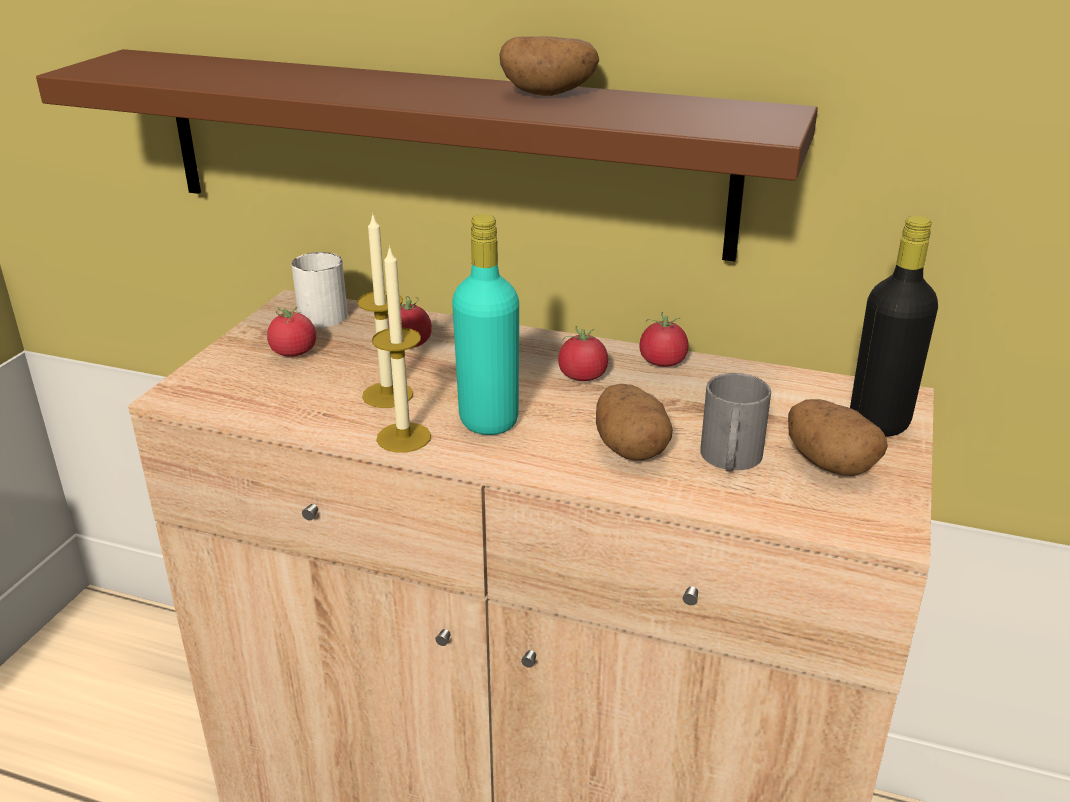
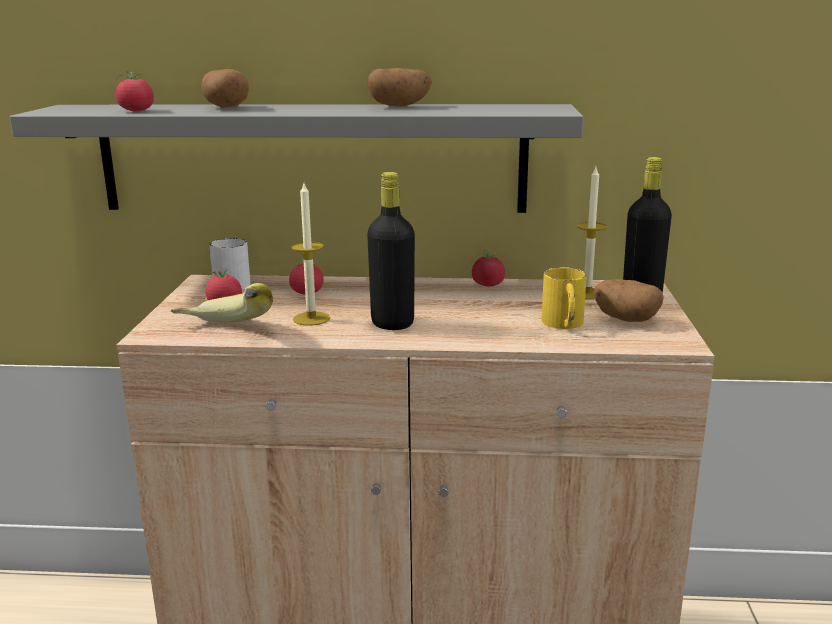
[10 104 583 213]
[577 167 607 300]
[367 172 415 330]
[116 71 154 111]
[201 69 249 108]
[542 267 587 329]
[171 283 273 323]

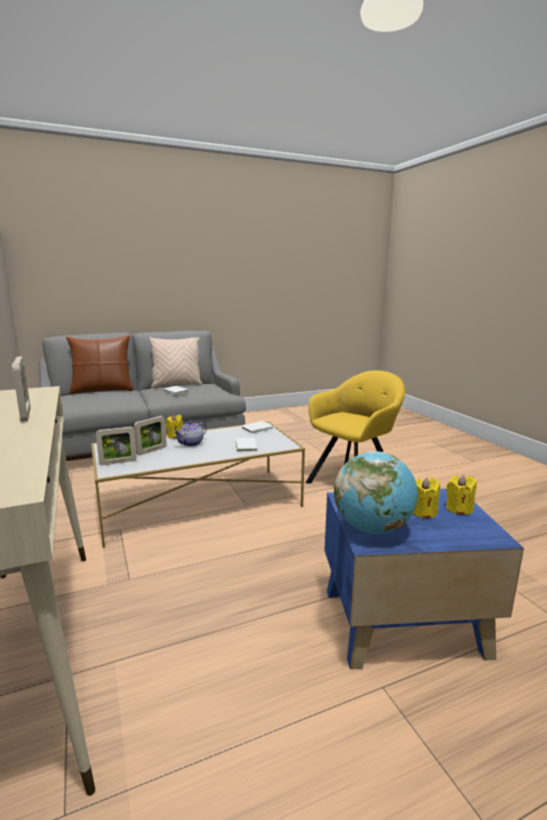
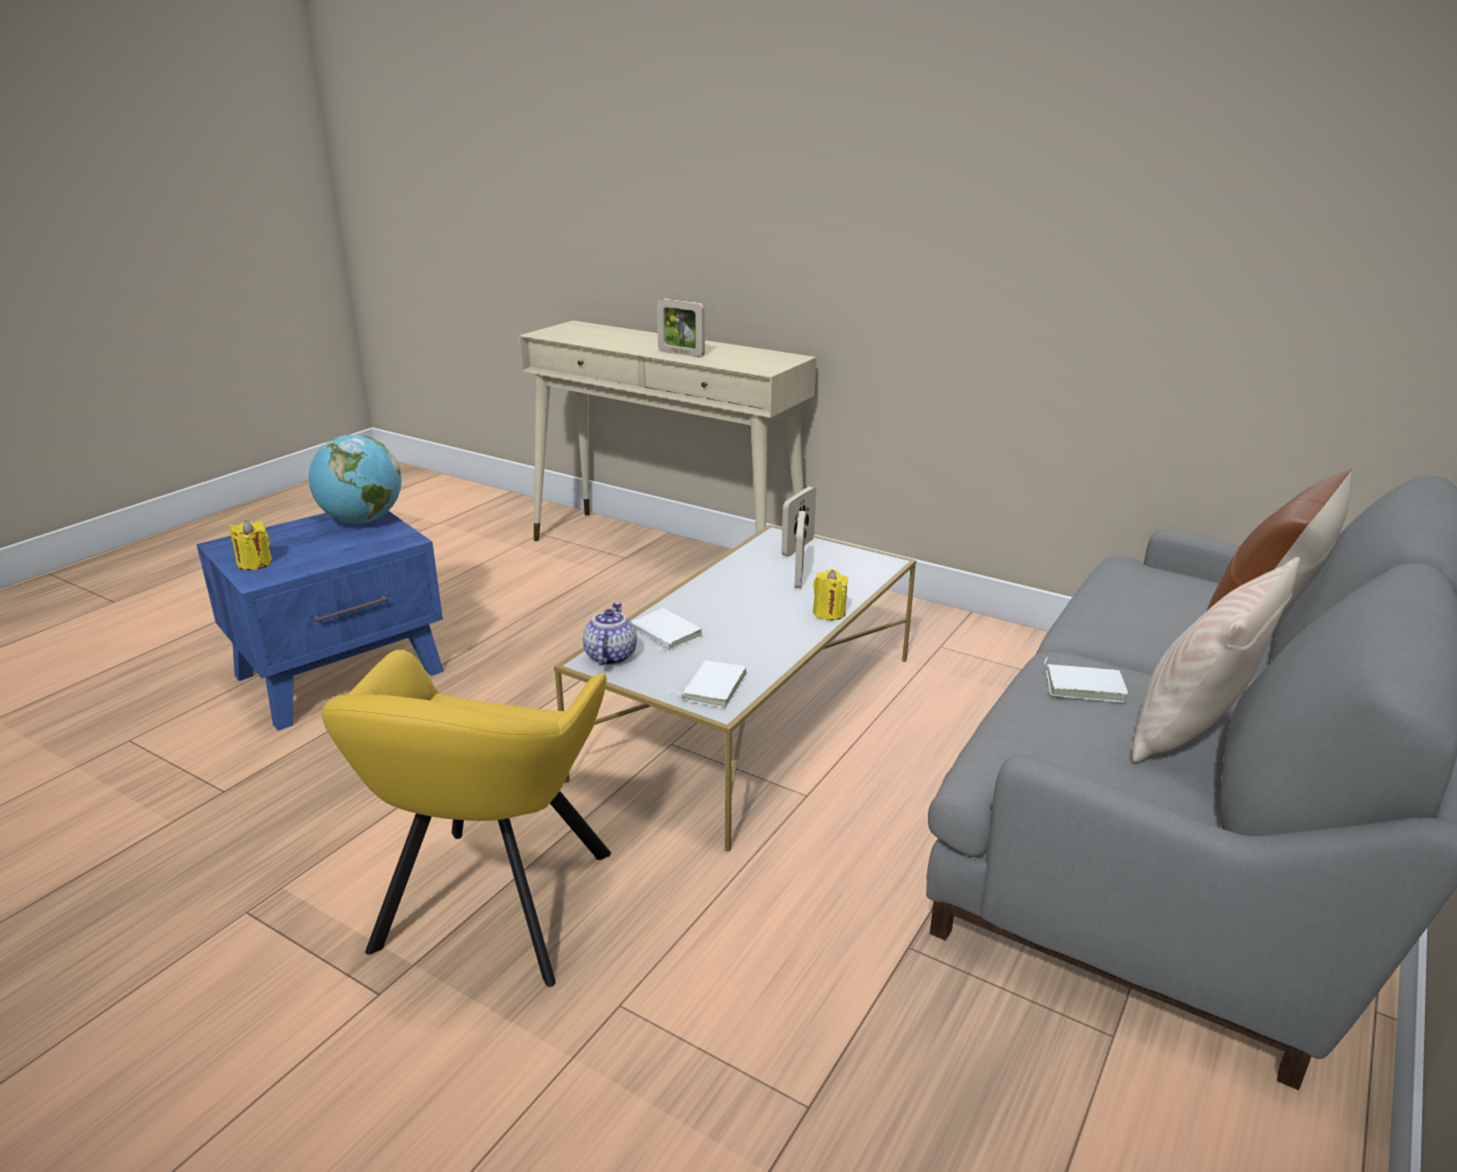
[583 602 637 665]
[413 478 440 518] (first image)

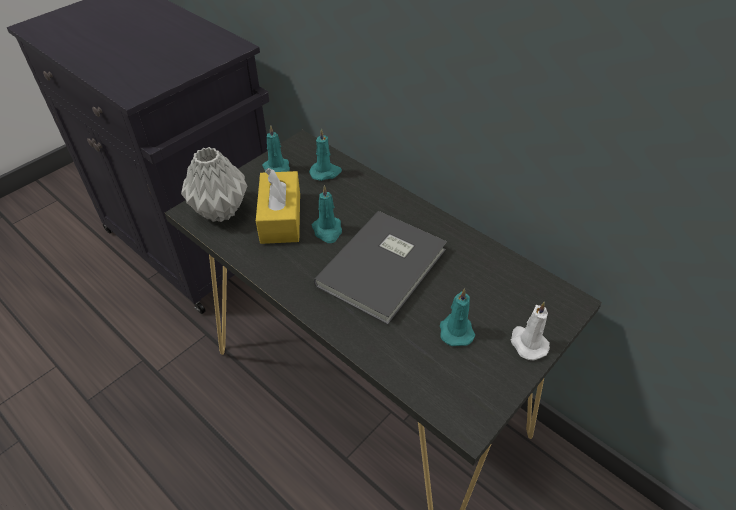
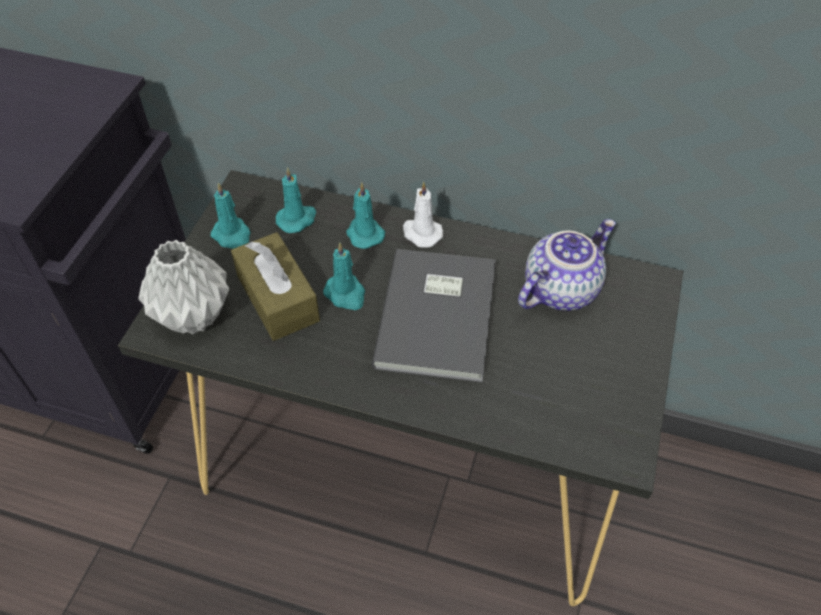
[231 232 320 341]
[346 183 385 249]
[403 182 443 248]
[518 219 616 311]

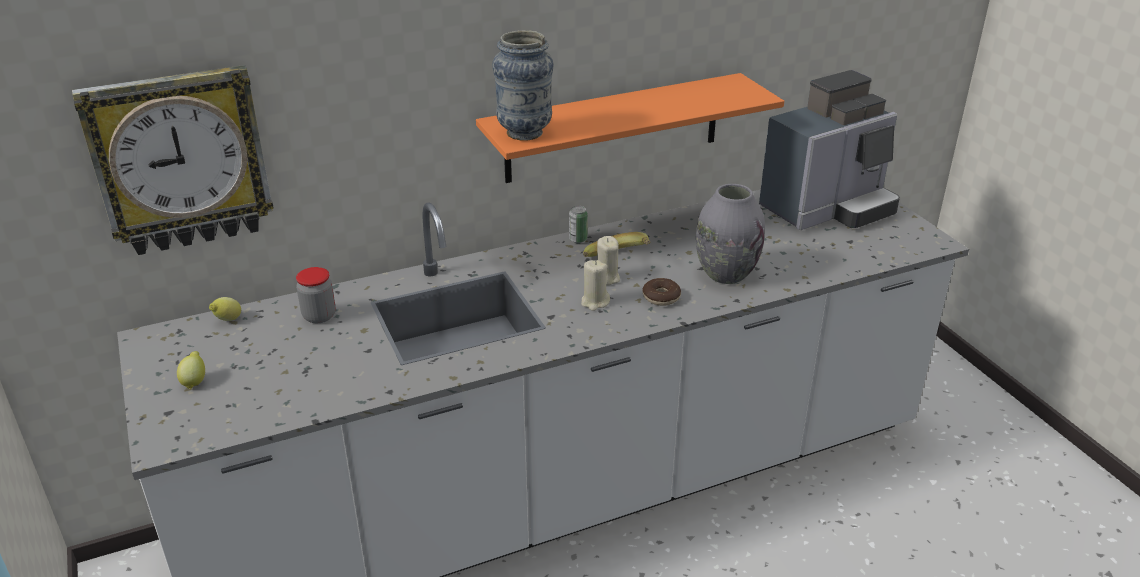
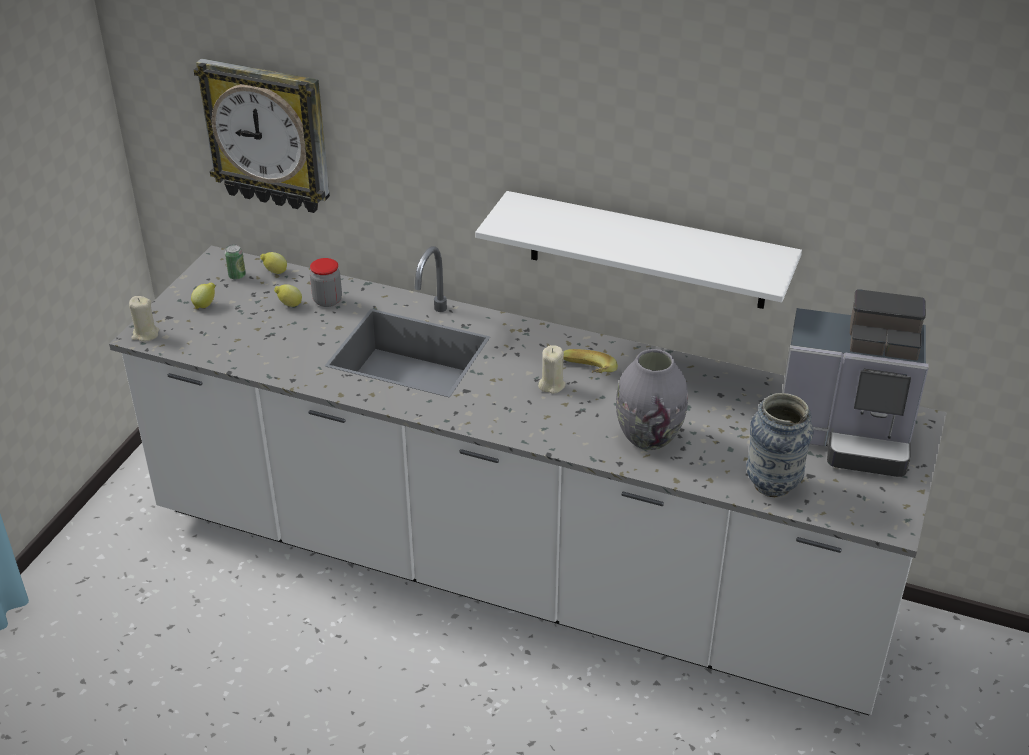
[475 191 802 309]
[746 393 813 497]
[225 244 246 280]
[129 296 159 342]
[642 278 681 306] (first image)
[274 284 302 307]

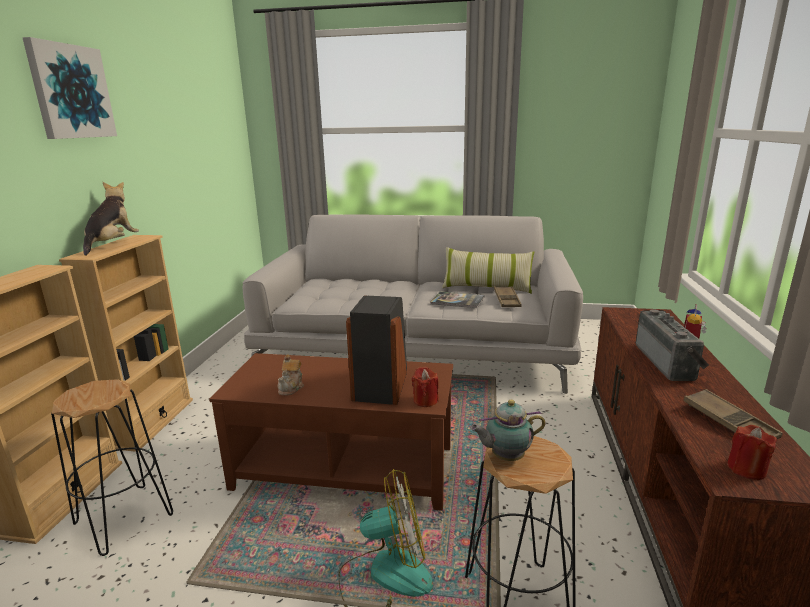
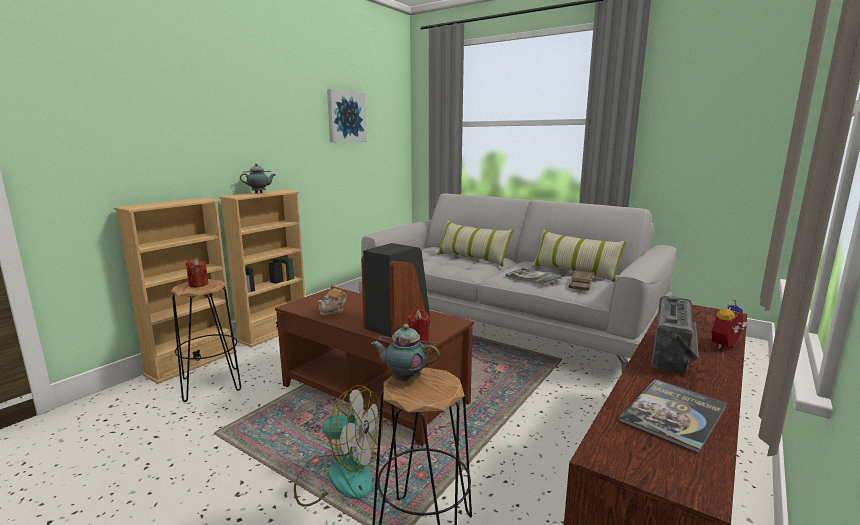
[327 89 367 142]
[240 164 275 193]
[619 379 727 454]
[186 259 209 287]
[436 221 514 266]

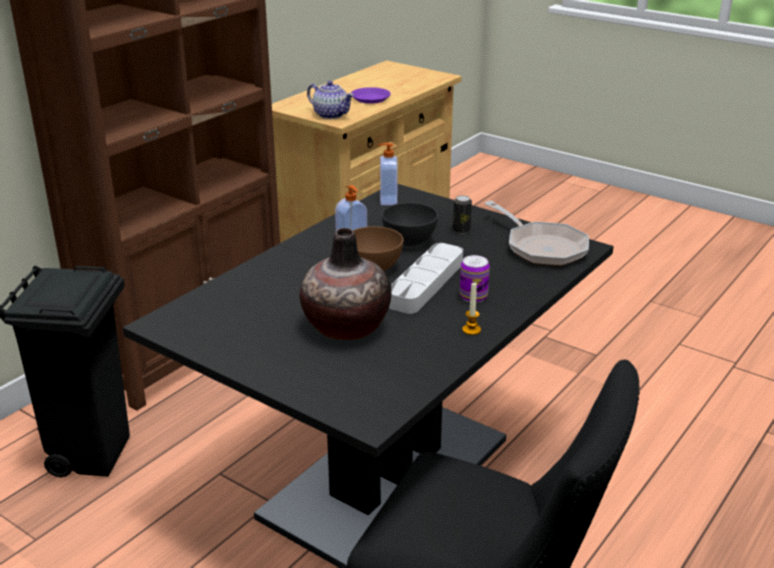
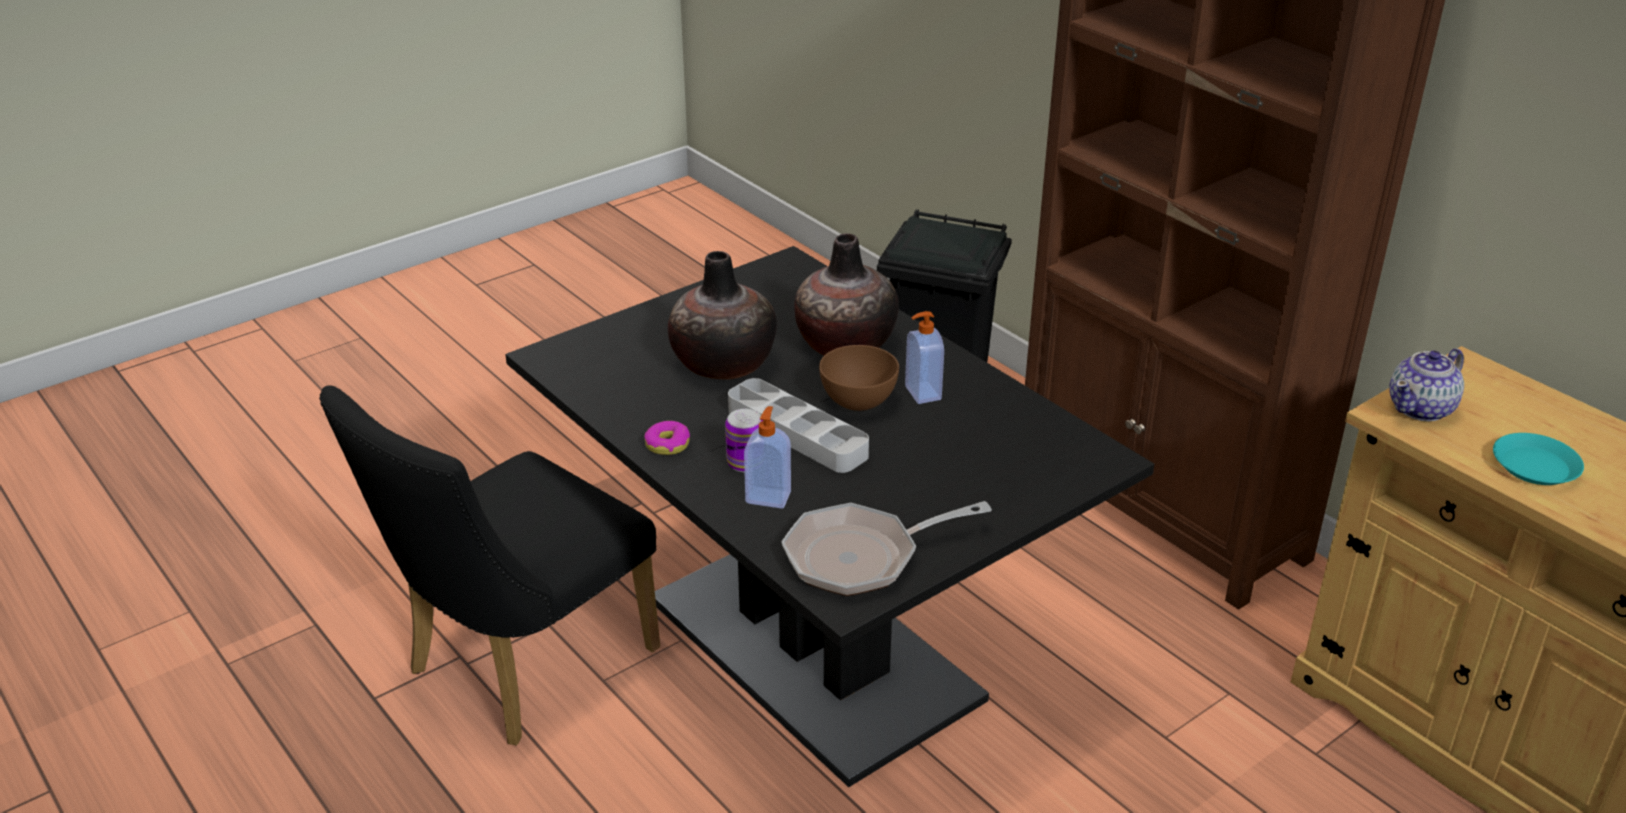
[1493 433 1584 485]
[744 406 791 509]
[382 203 438 246] (first image)
[453 195 472 234] (first image)
[644 421 690 455]
[795 233 899 356]

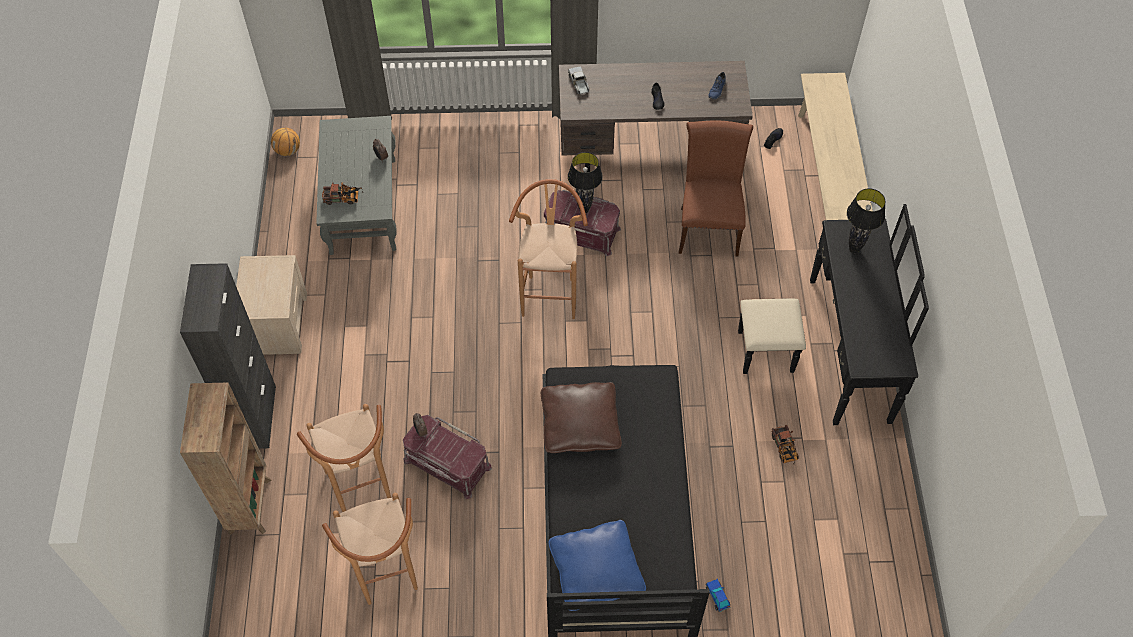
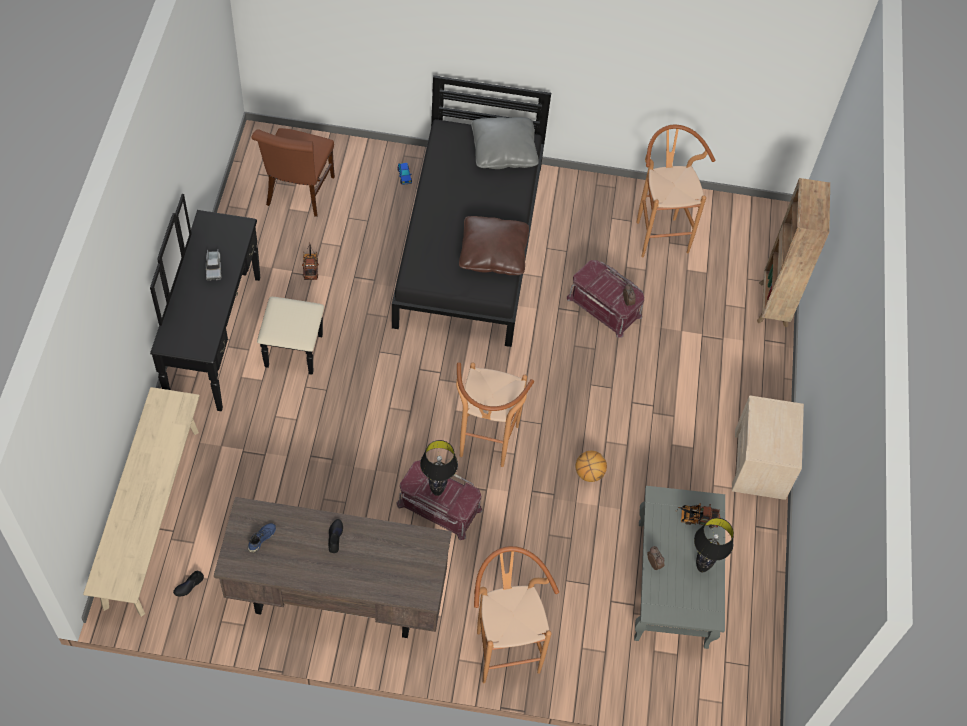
[180 263 276 449] (first image)
[575 451 607 482]
[474 546 559 683]
[471 117 539 169]
[206 249 222 281]
[251 128 335 217]
[694 518 734 572]

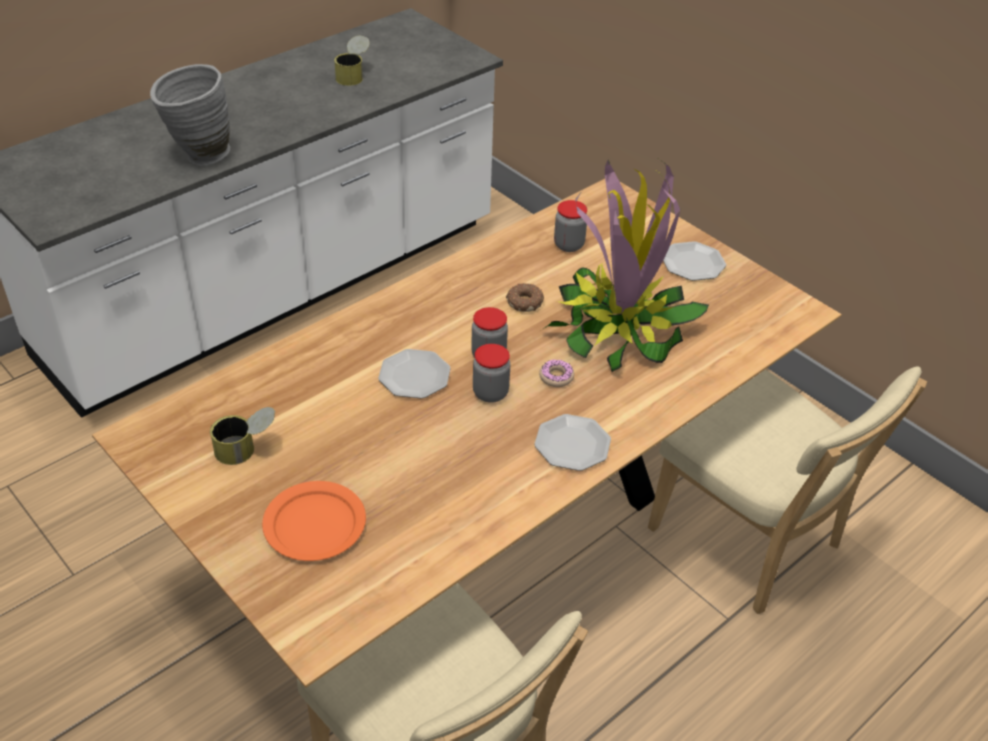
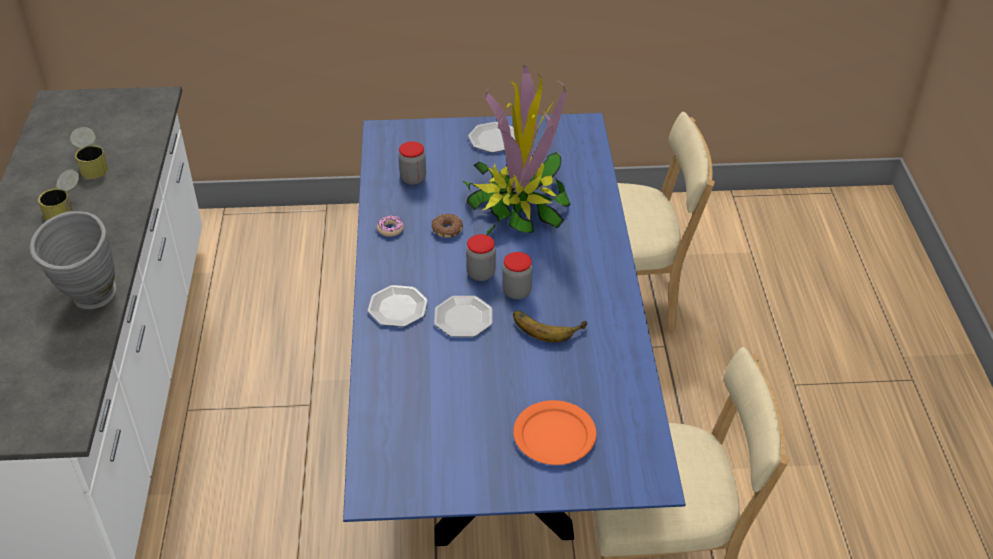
[343 113 686 546]
[38 169 79 221]
[368 285 428 327]
[377 215 404 237]
[513 311 587 342]

